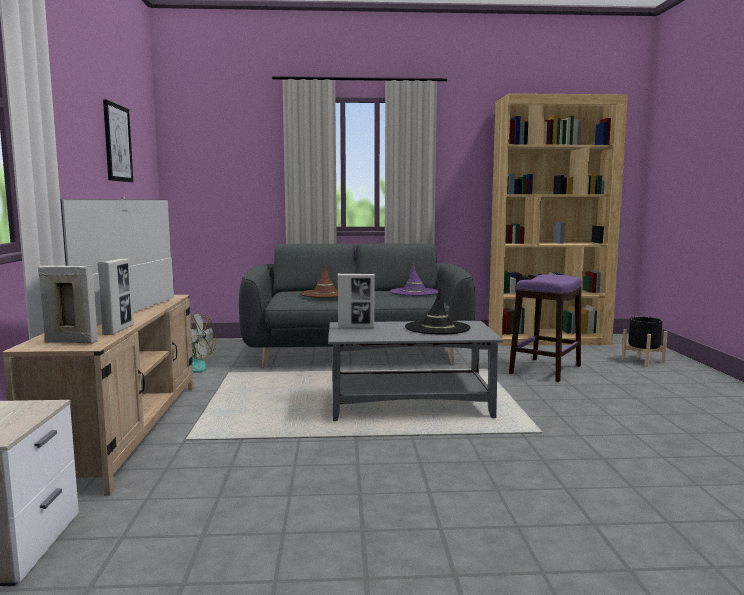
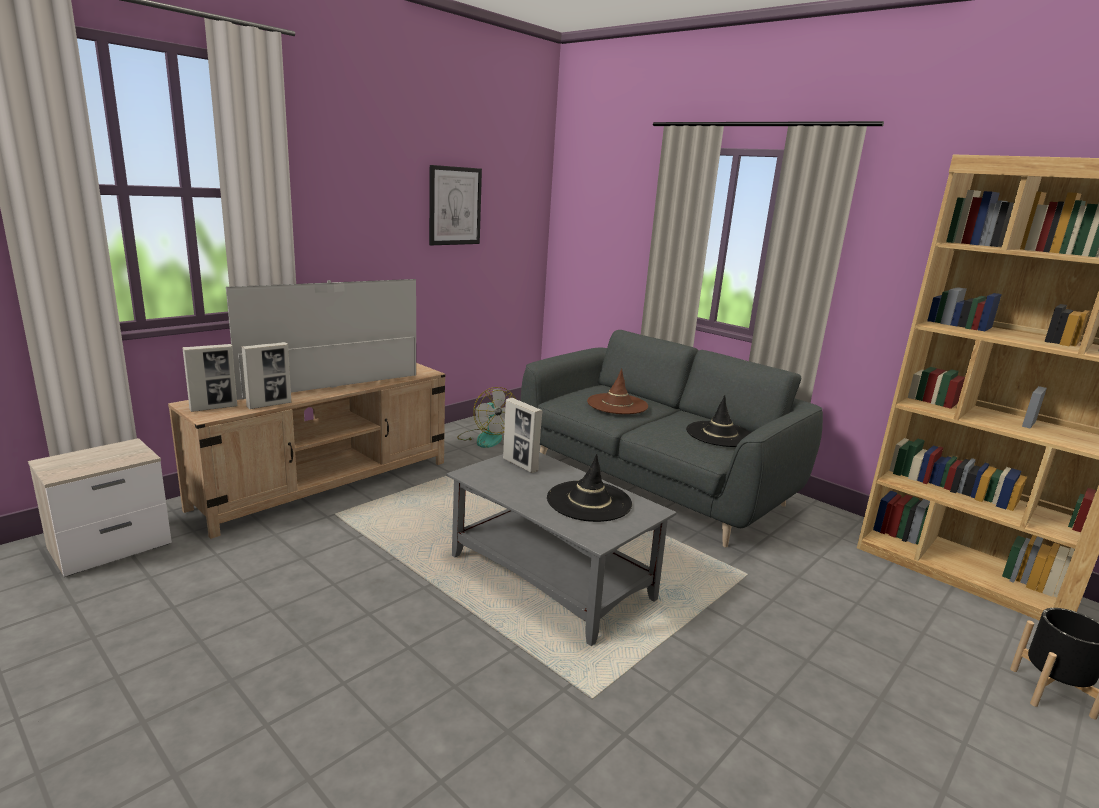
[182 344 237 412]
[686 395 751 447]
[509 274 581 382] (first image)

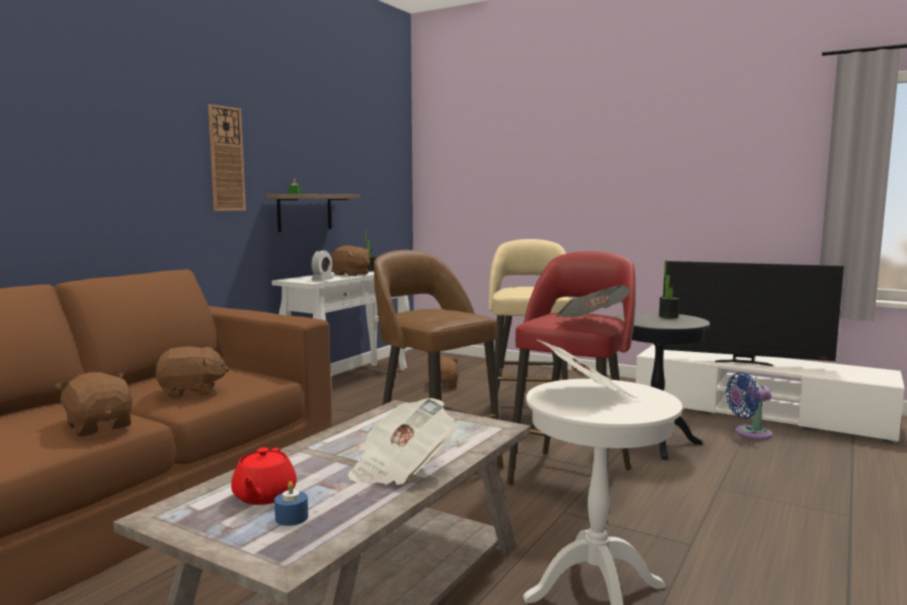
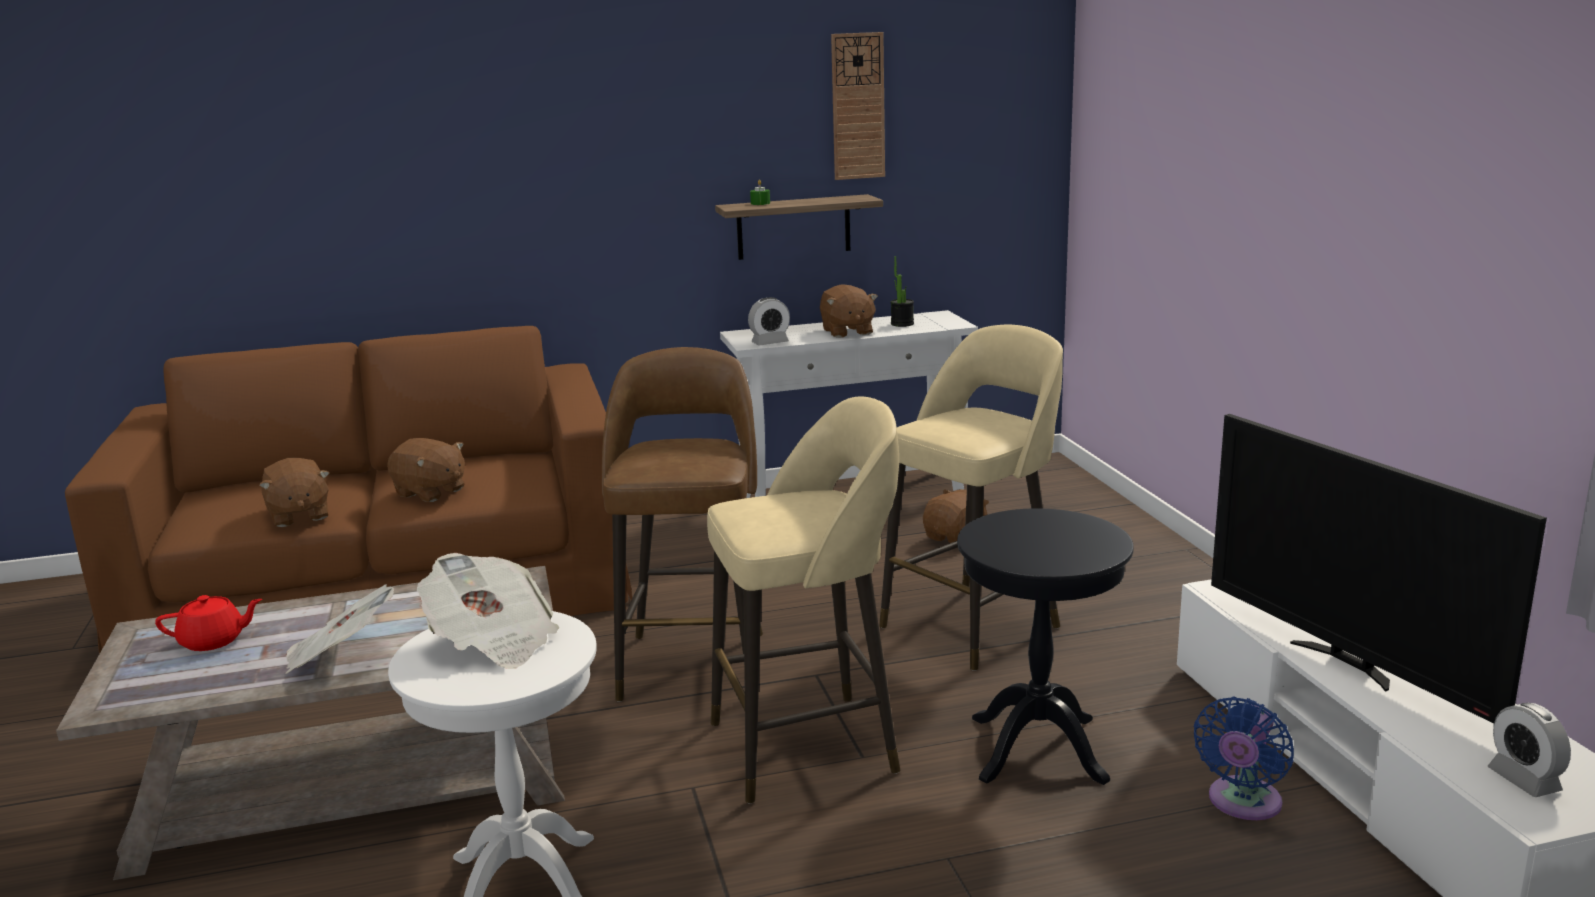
[259 458 329 527]
[831 32 885 180]
[155 595 262 651]
[274 481 308 526] (first image)
[707 397 900 804]
[556 285 632 318] (first image)
[659 260 680 318] (first image)
[1194 697 1294 820]
[1488 703 1571 797]

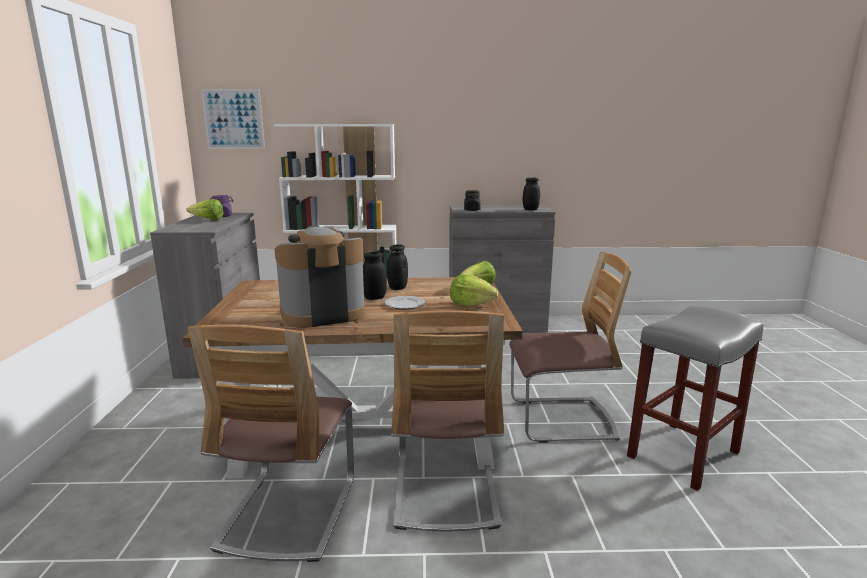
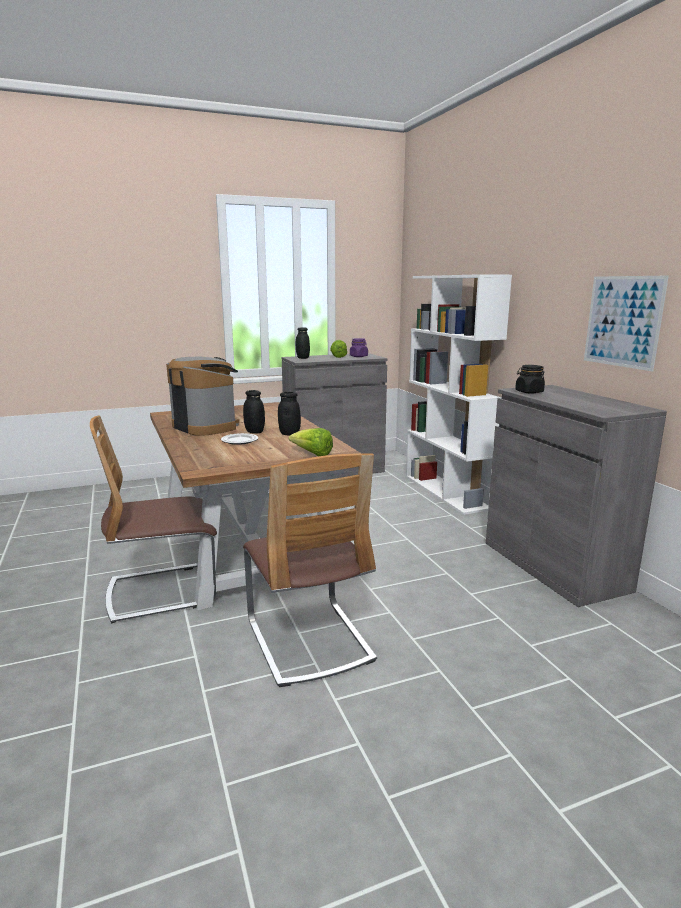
[188 325 354 562] (first image)
[584 276 669 371]
[450 274 498 306] (first image)
[296 327 310 359]
[627 306 763 491] (first image)

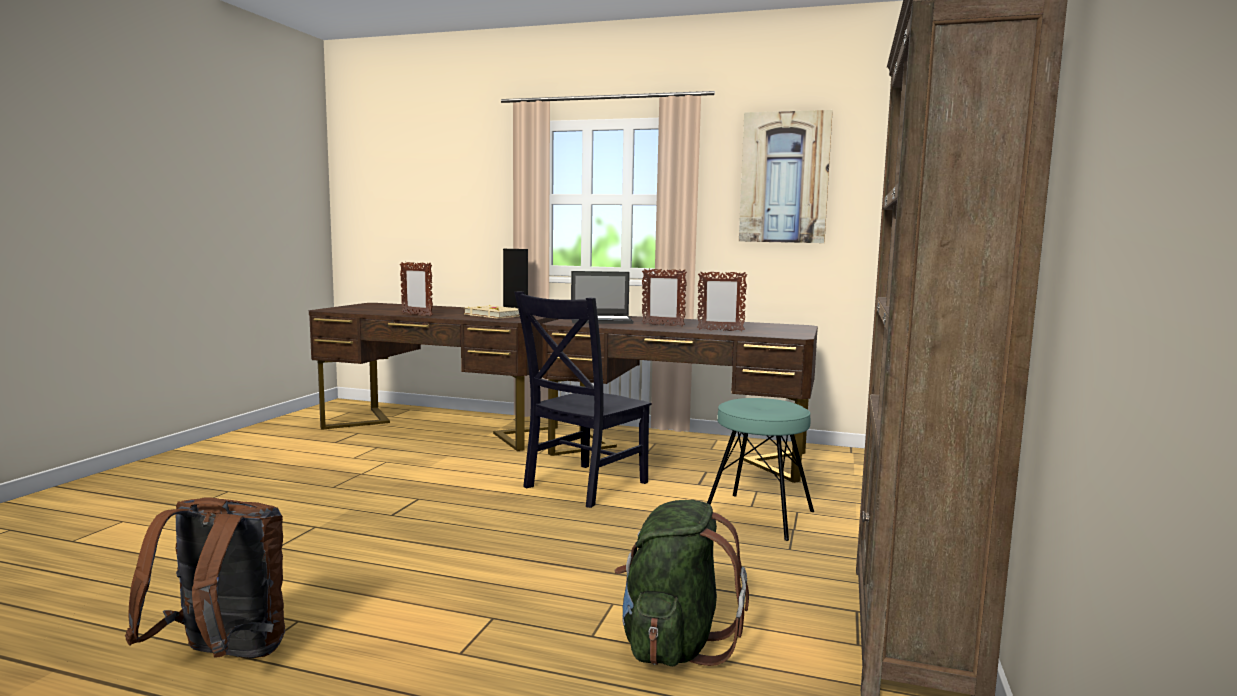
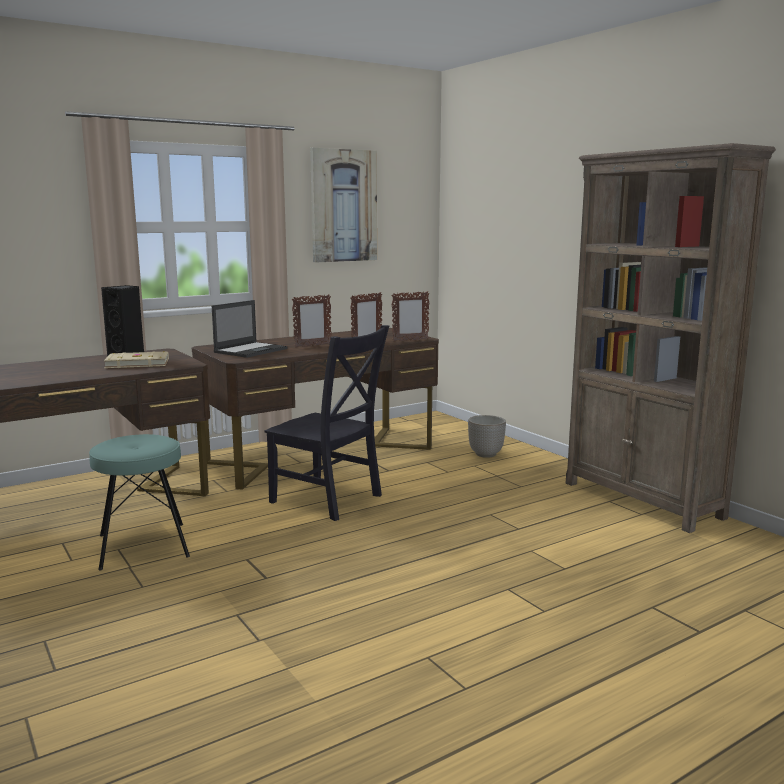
[125 497 285 658] (first image)
[391 291 430 342]
[264 325 389 521]
[615 500 749 666] (first image)
[89 434 190 570]
[468 415 506 458]

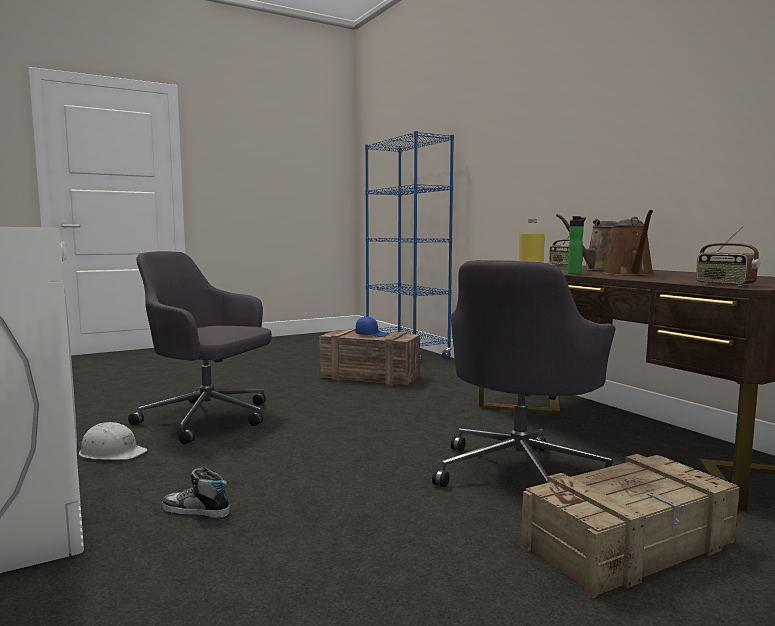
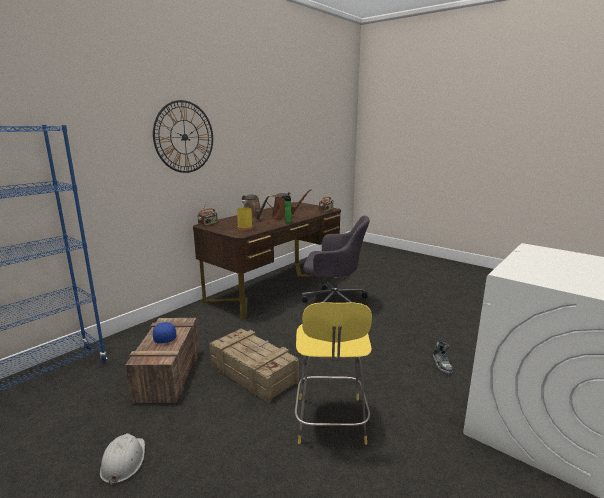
[100 433 145 486]
[295 302 372 445]
[209 328 299 403]
[153 100 213 173]

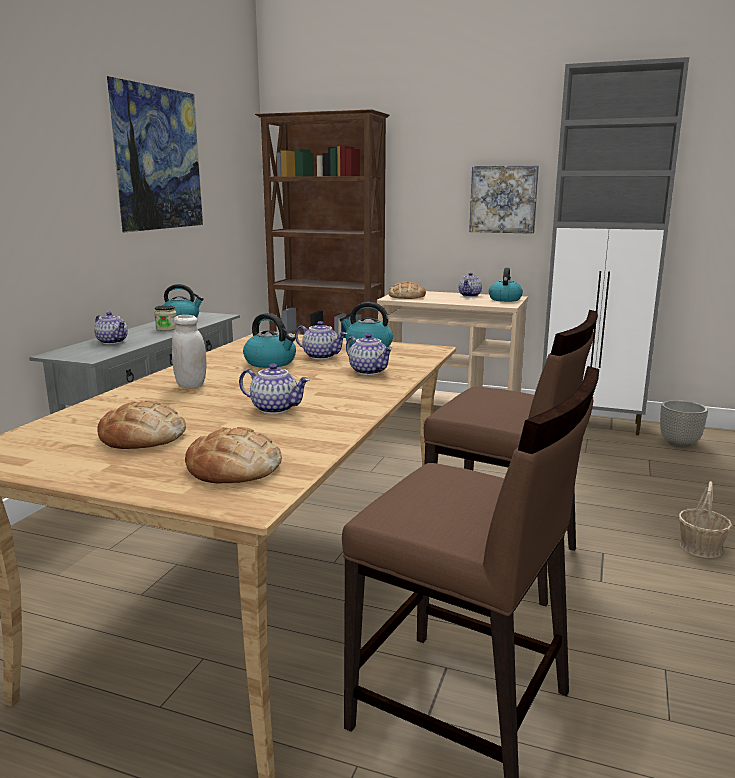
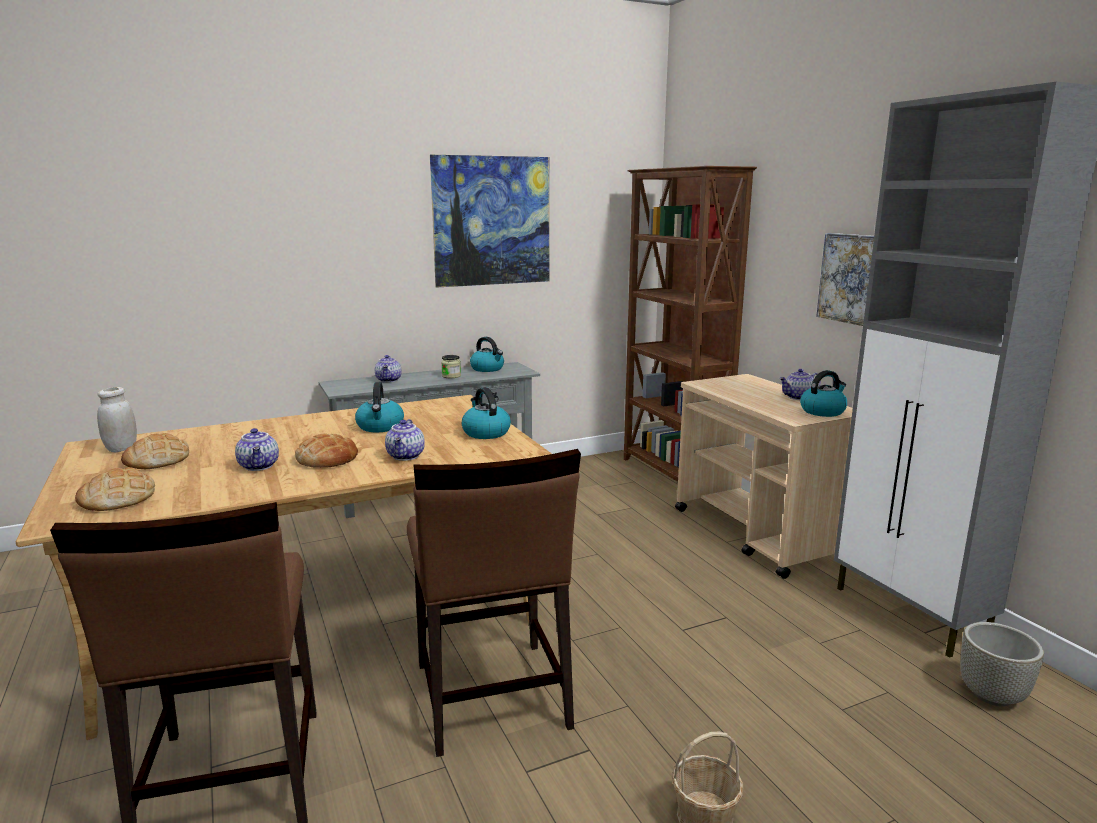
[97 387 137 452]
[295 321 347 359] (first image)
[295 433 358 468]

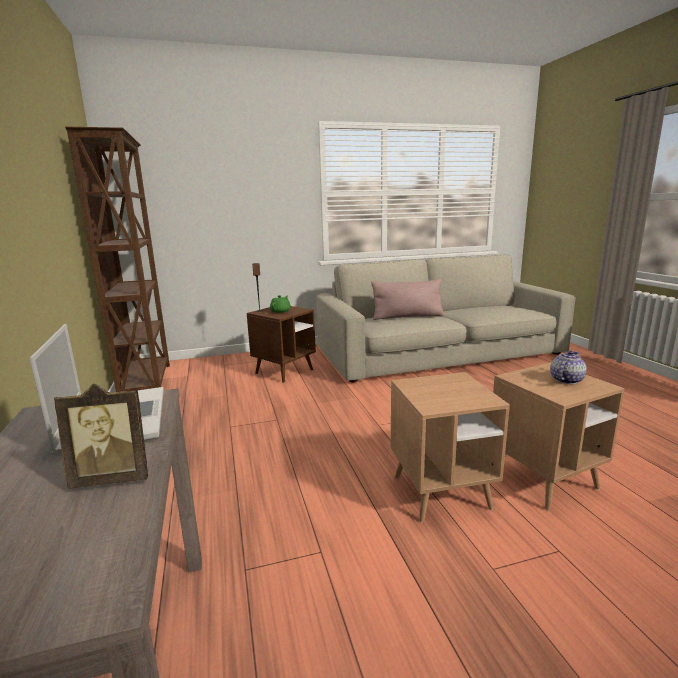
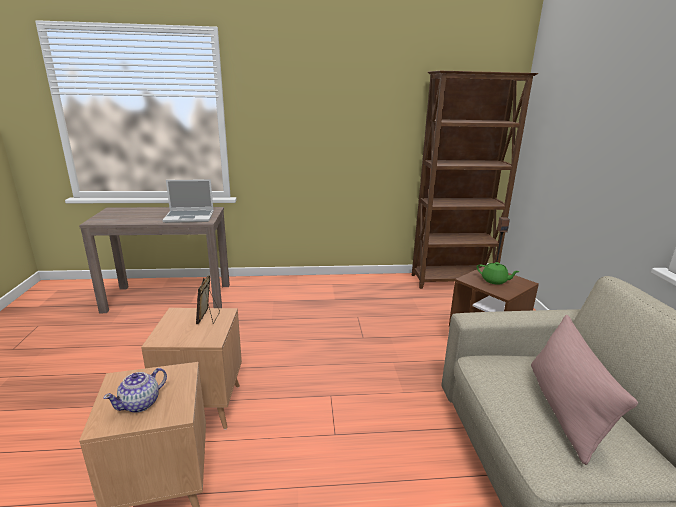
[196 275 220 324]
[103 368 167 413]

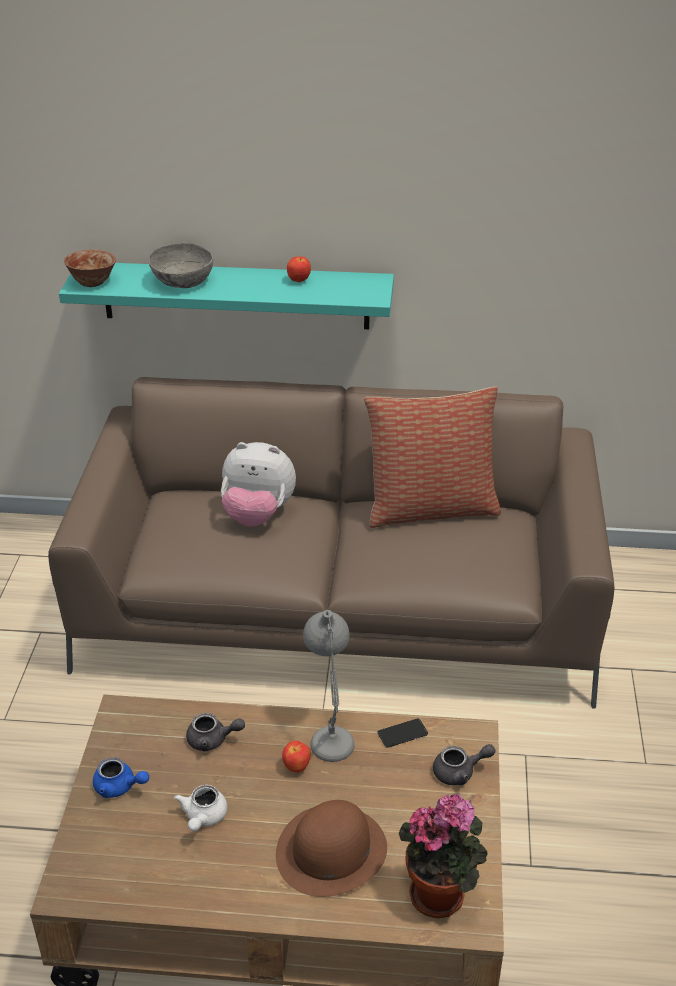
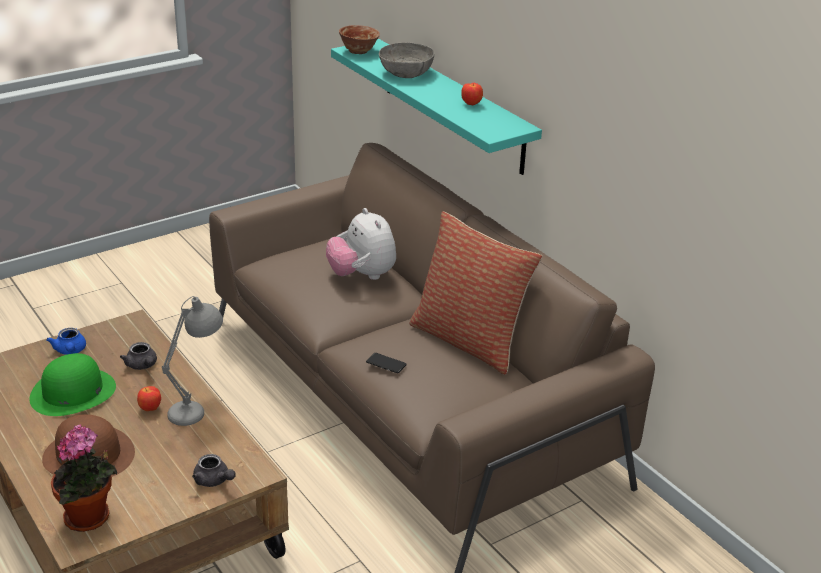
[29 353 116 416]
[366 353 407 373]

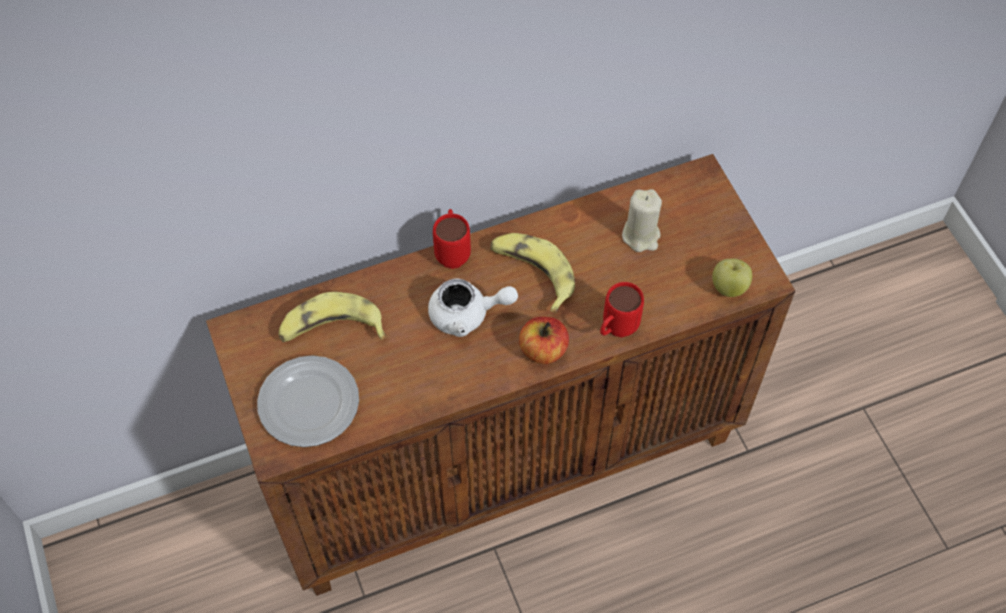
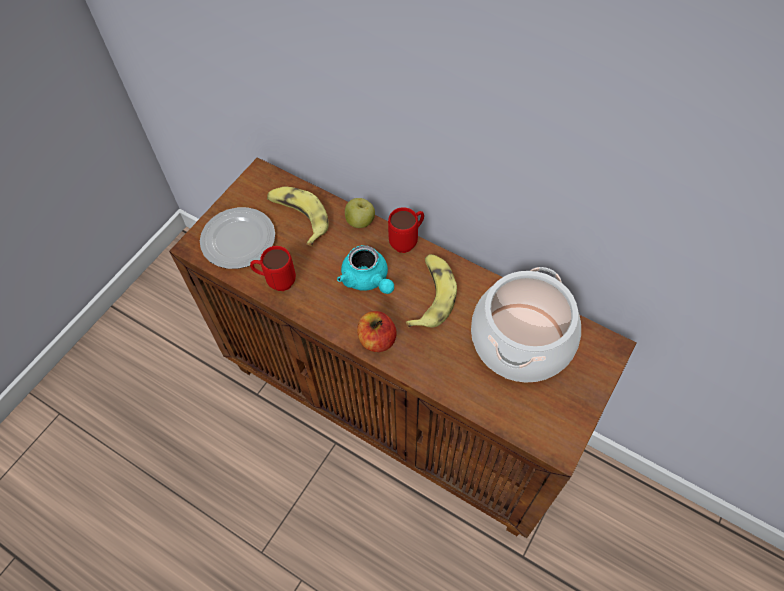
[337 245 394 294]
[250 246 296 291]
[471 267 581 382]
[345 198 375 228]

